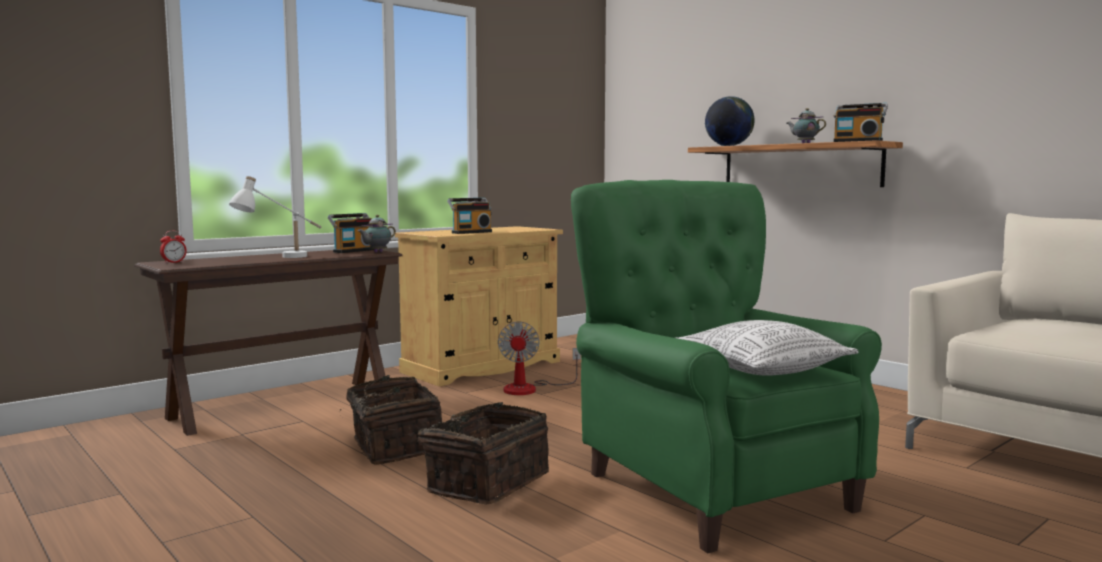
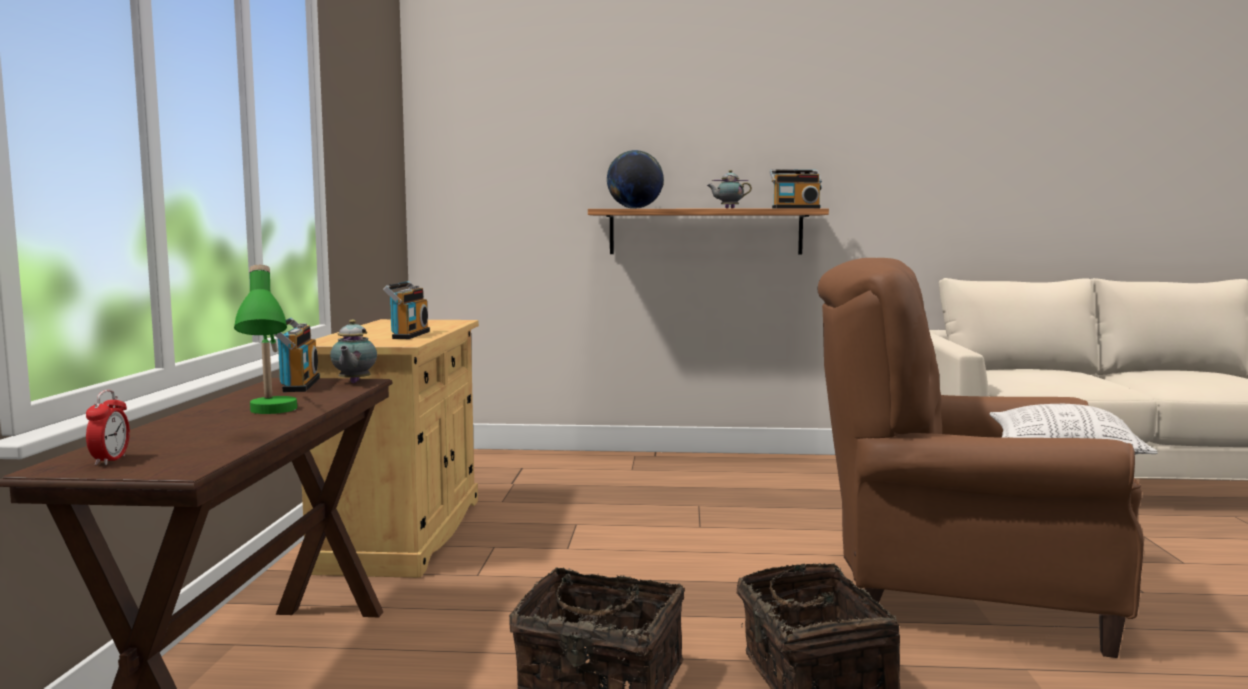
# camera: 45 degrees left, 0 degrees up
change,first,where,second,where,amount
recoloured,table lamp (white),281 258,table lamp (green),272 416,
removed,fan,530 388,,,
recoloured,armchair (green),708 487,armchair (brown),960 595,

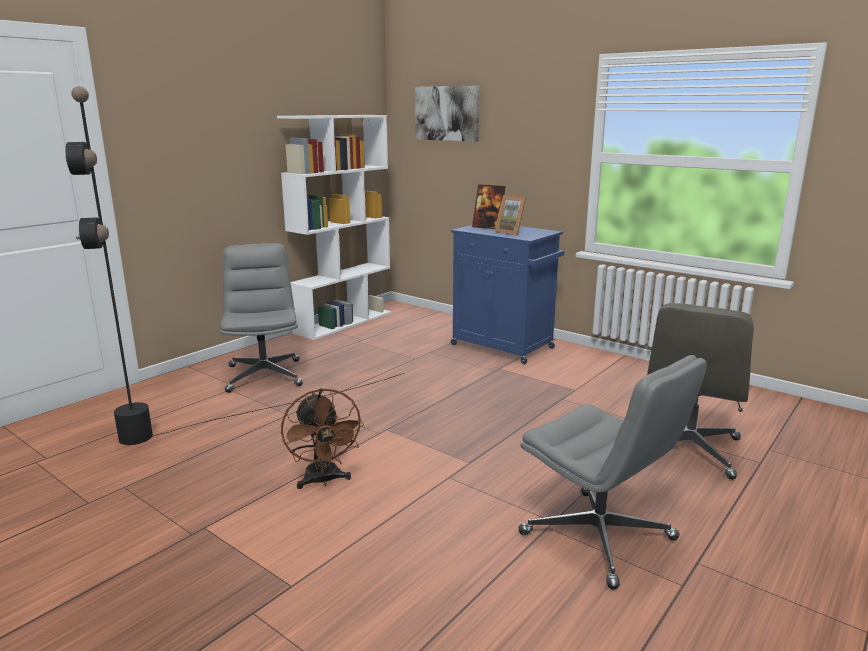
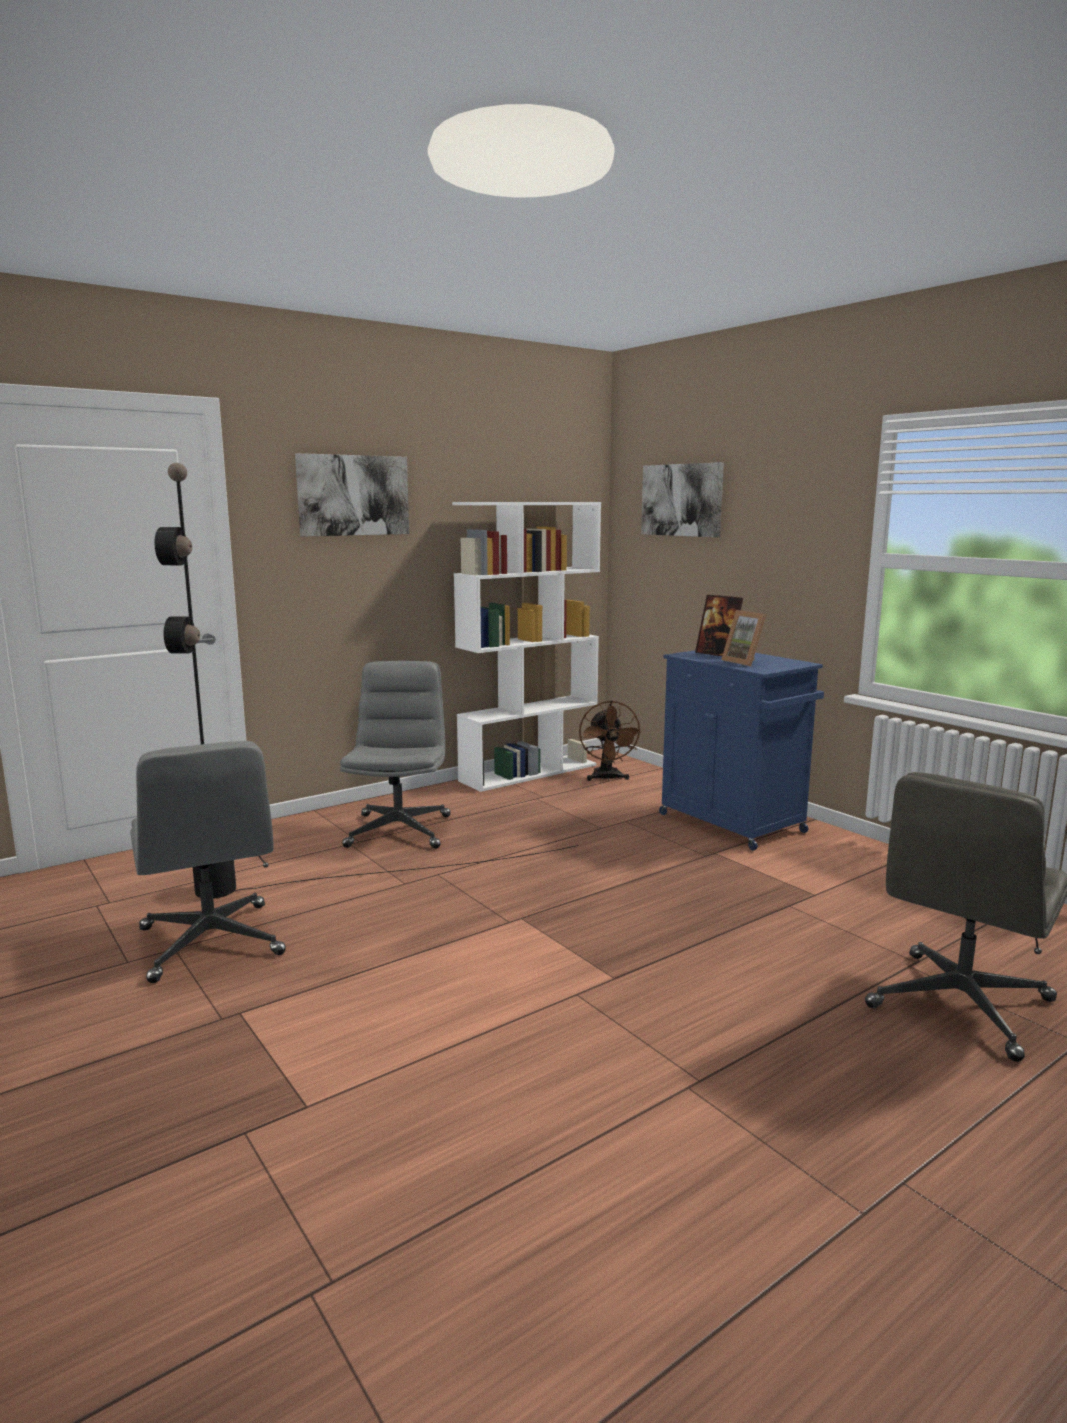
# camera: 15 degrees right, 5 degrees down
change,first,where,second,where,amount
moved,fan (brown),323 481,,607 778,
moved,office chair (grey),599 537,,211 942,
added,,,picture,353 495,

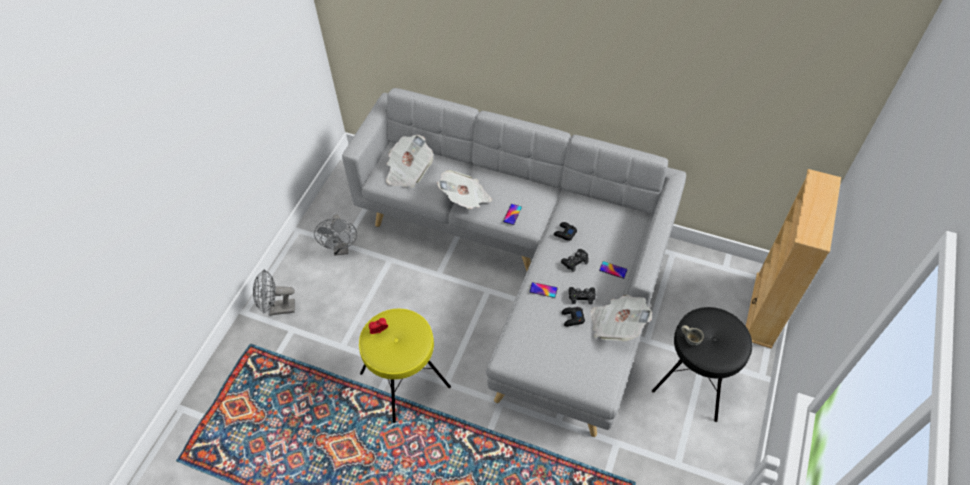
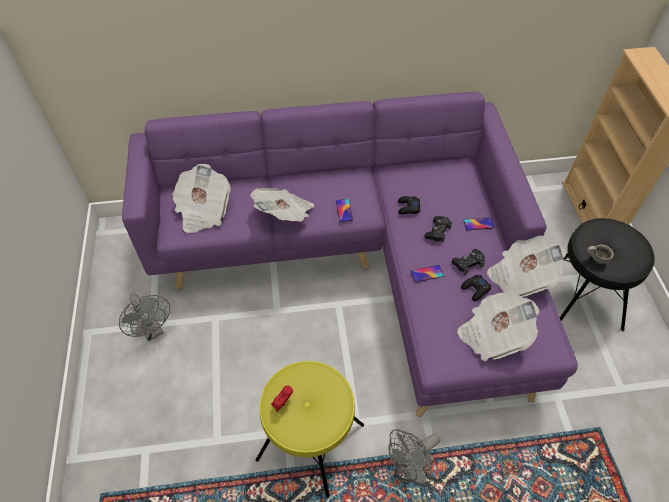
# camera: 30 degrees left, 0 degrees up
change,first,where,second,where,amount
moved,fan (grey),278 309,,410 466,
recoloured,sofa (grey),527 273,sofa (purple),366 269,
added,,,newspaper,493 334,

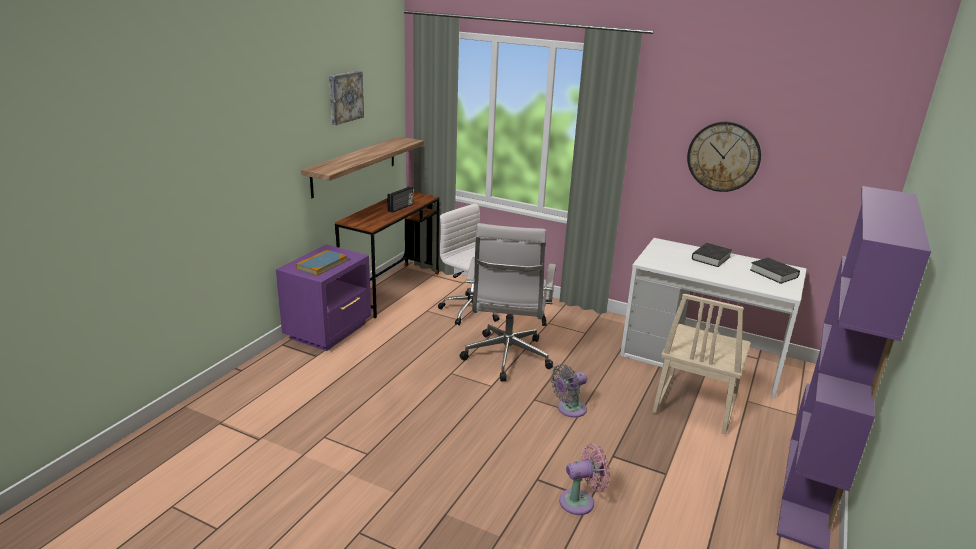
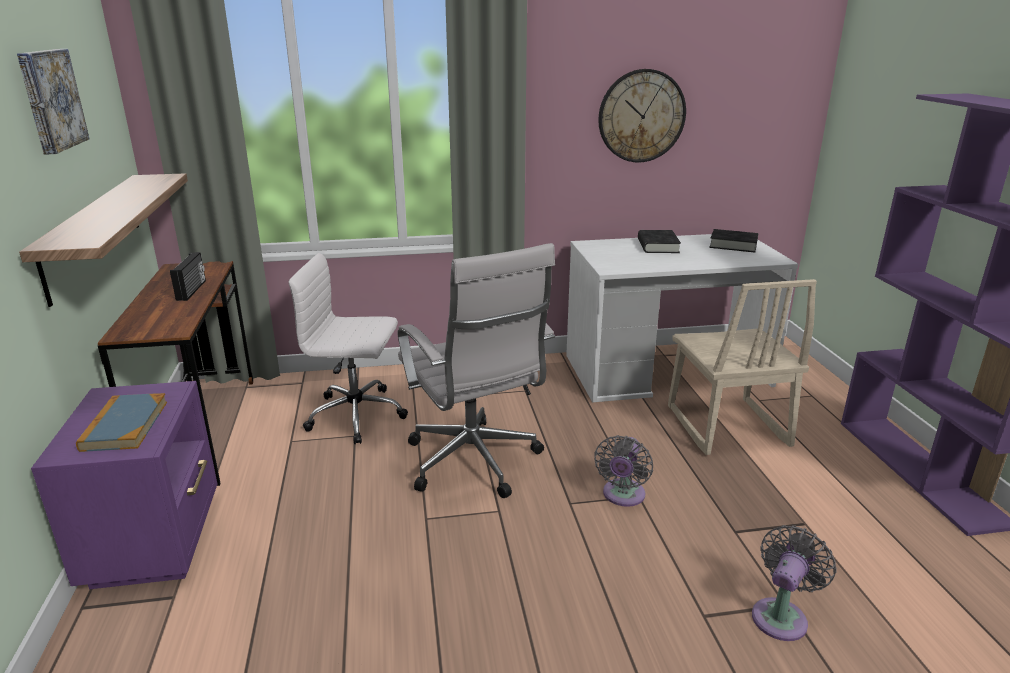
# camera: 35 degrees left, 0 degrees up
change,first,where,second,where,amount
recoloured,fan (pink),580 501,fan (grey),781 615,

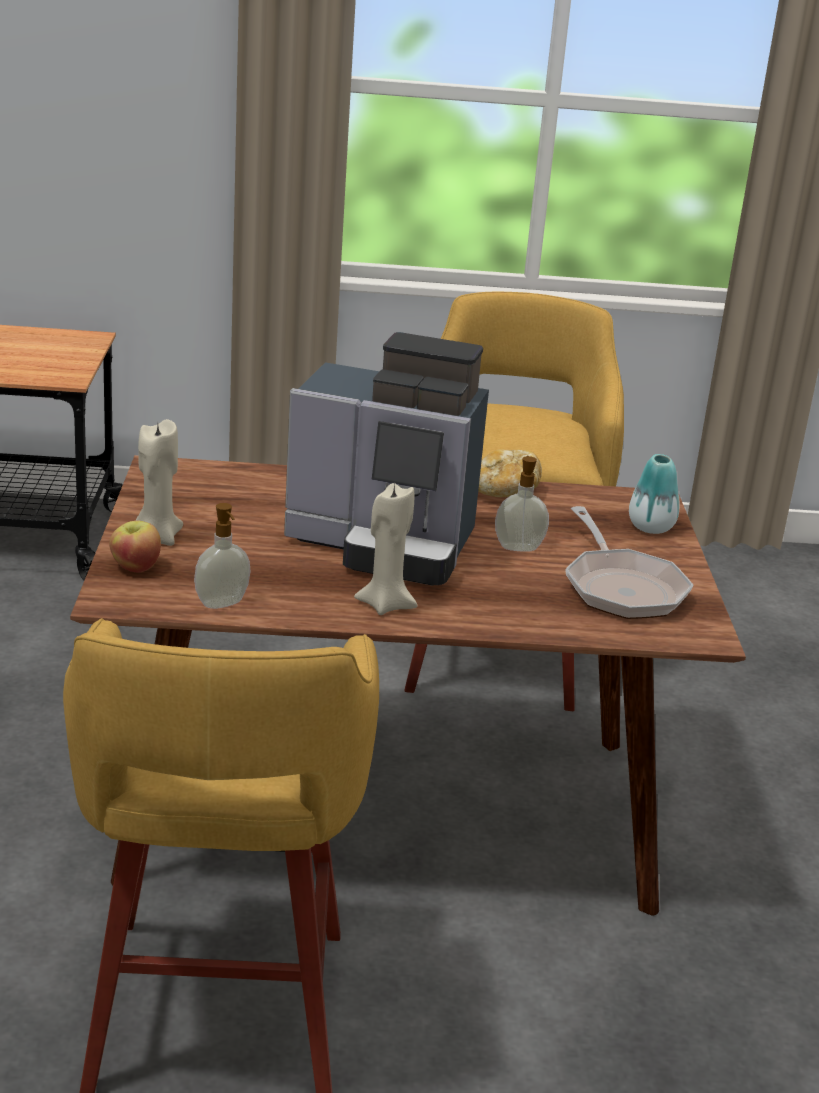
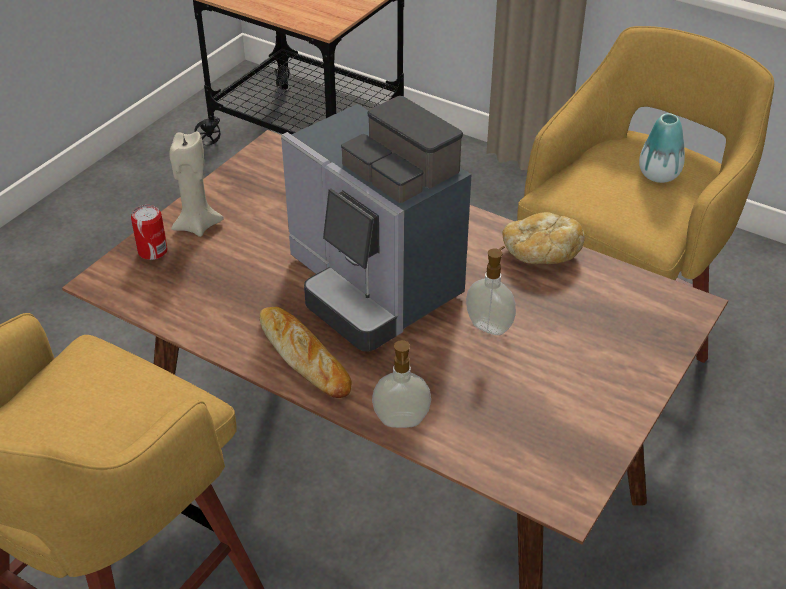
# camera: 35 degrees right, 15 degrees up
change,first,where,second,where,amount
replaced,apple,135 567,can,153 251,
moved,soap dispenser,222 604,,401 422,
replaced,candle (beige),385 605,bread,304 356,
removed,frying pan,621 587,,,
moved,vase,651 527,,658 175,

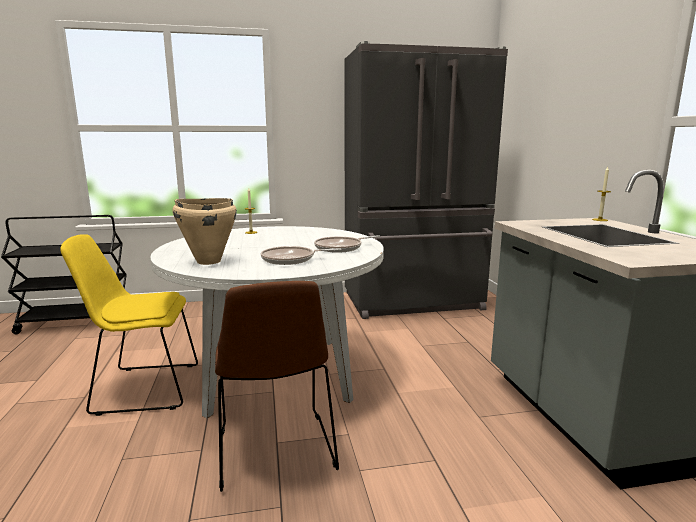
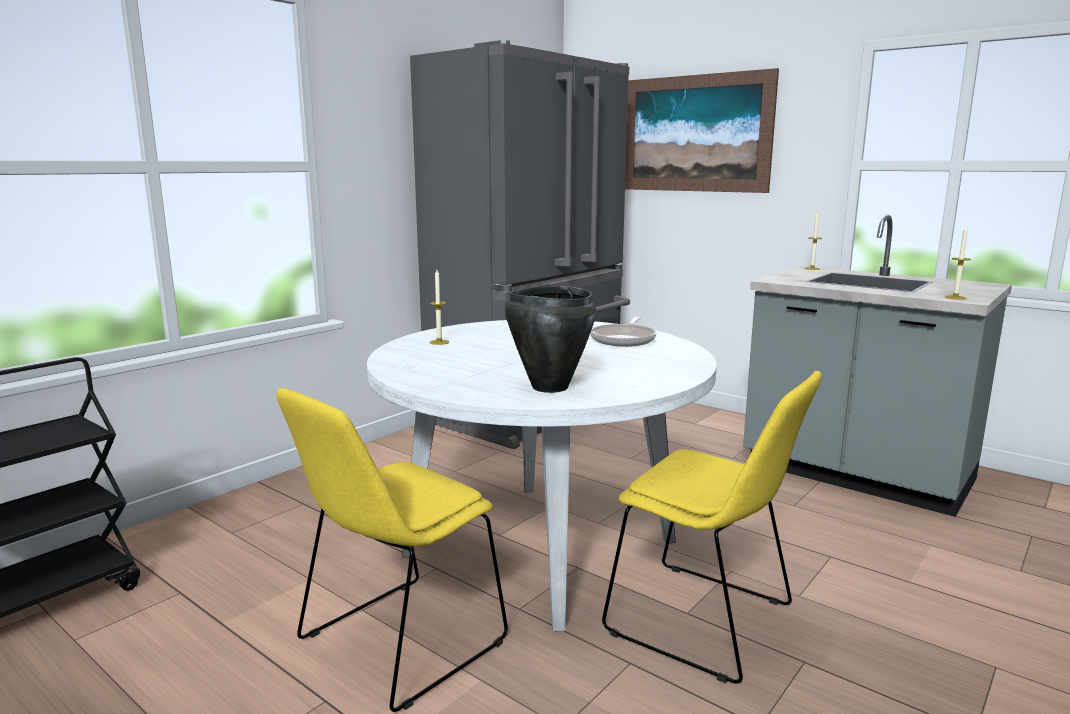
# camera: 40 degrees left, 0 degrees up
change,first,where,second,where,amount
recoloured,cooking pot (beige),208 261,cooking pot (black),549 387,
recoloured,chair (brown),275 452,chair (yellow),705 622,
removed,frying pan,291 259,,,
added,,,picture,694 134,
added,,,candle,955 297,

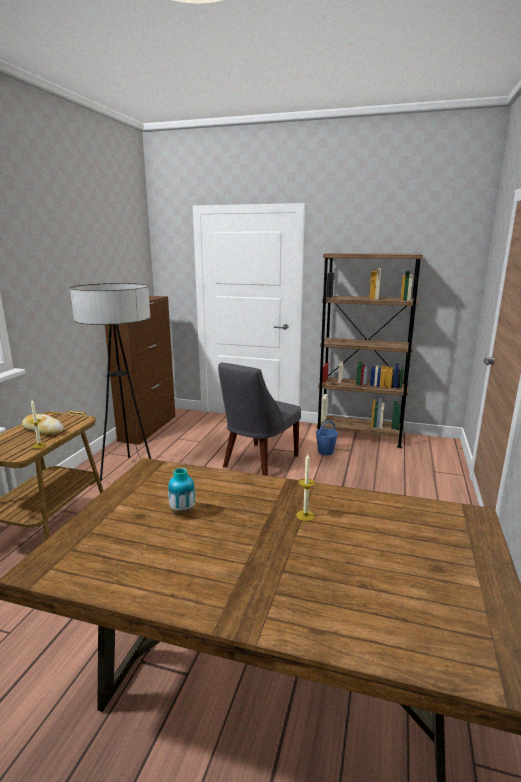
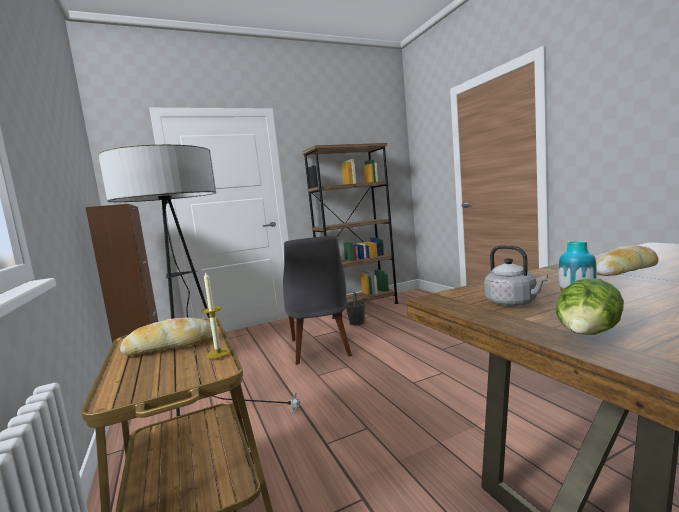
# camera: 40 degrees left, 10 degrees down
change,first,where,second,where,amount
replaced,candle,305 515,bread,625 269,
recoloured,bucket (blue),325 452,bucket (grey),357 323,
added,,,kettle (grey),513 303,
added,,,lettuce,588 335,

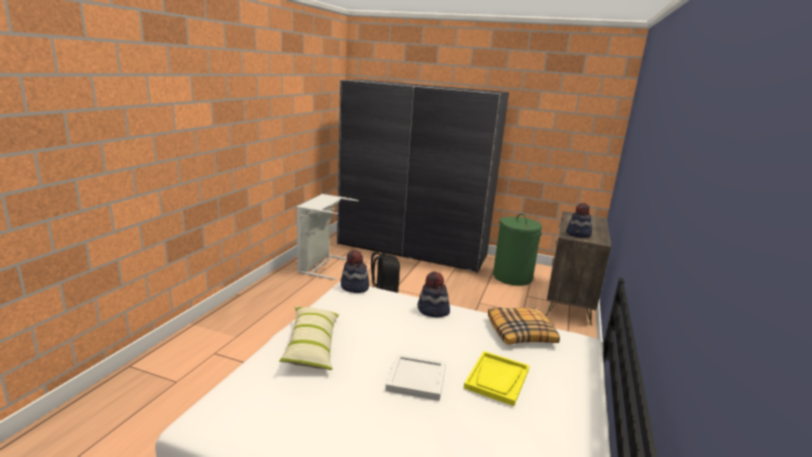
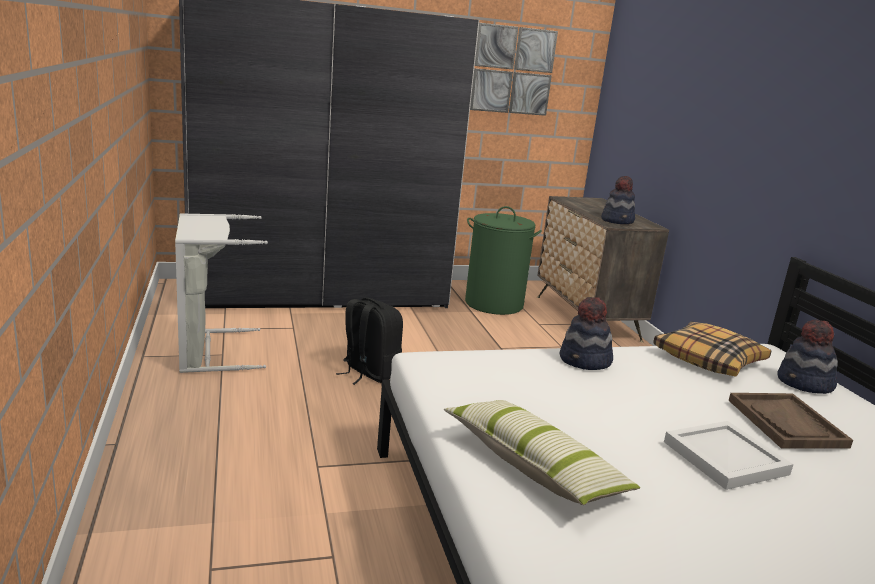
# camera: 35 degrees left, 0 degrees up
change,first,where,second,where,amount
moved,hat,354 287,,804 384,
recoloured,tray (yellow),497 379,tray (brown),786 423,
added,,,picture,512 70,

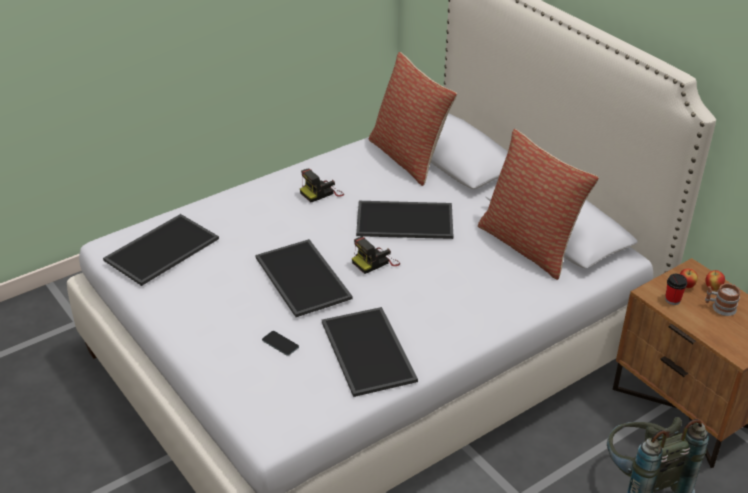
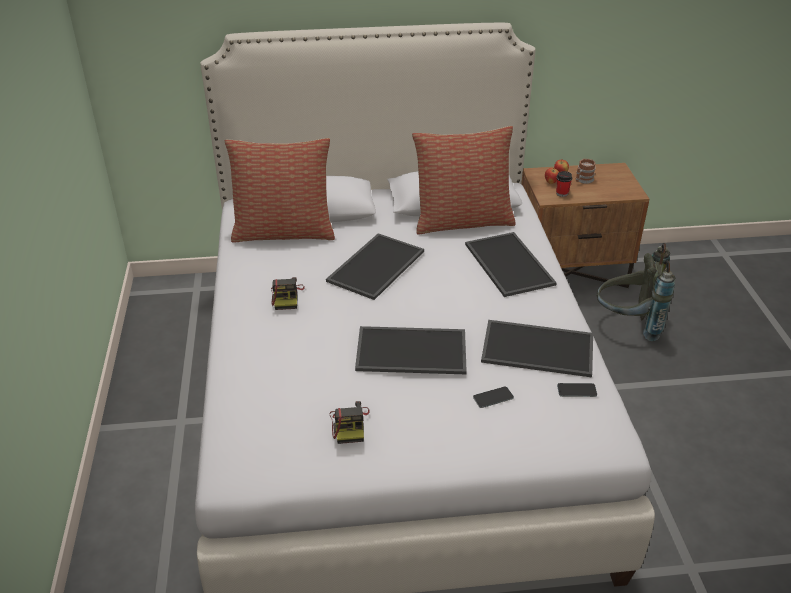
# camera: 60 degrees left, 0 degrees up
change,first,where,second,where,amount
moved,tray,161 248,,507 264,
moved,photo camera,375 262,,349 425,
added,,,phone,577 390,

